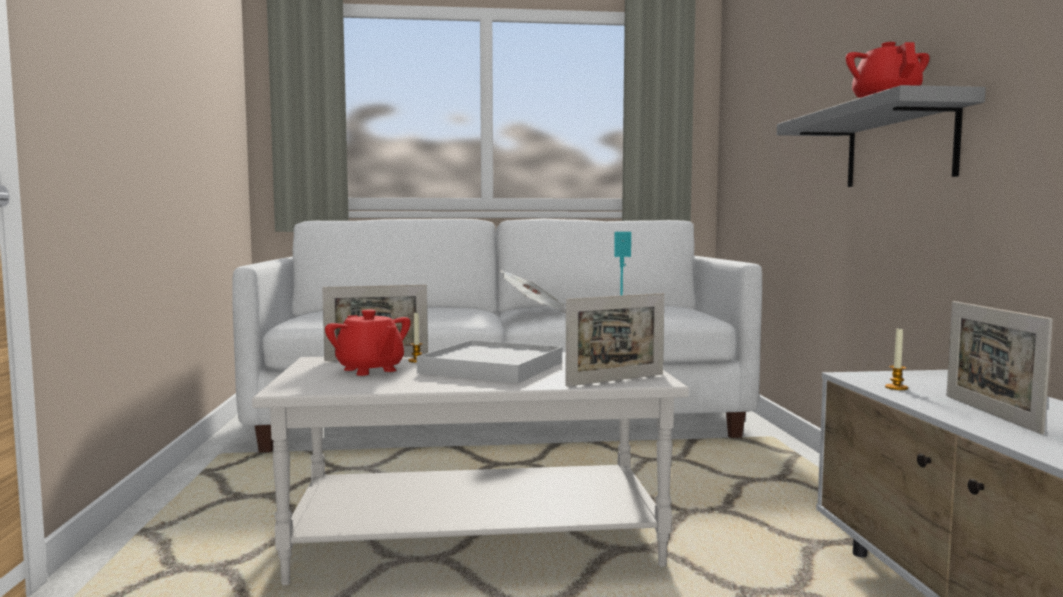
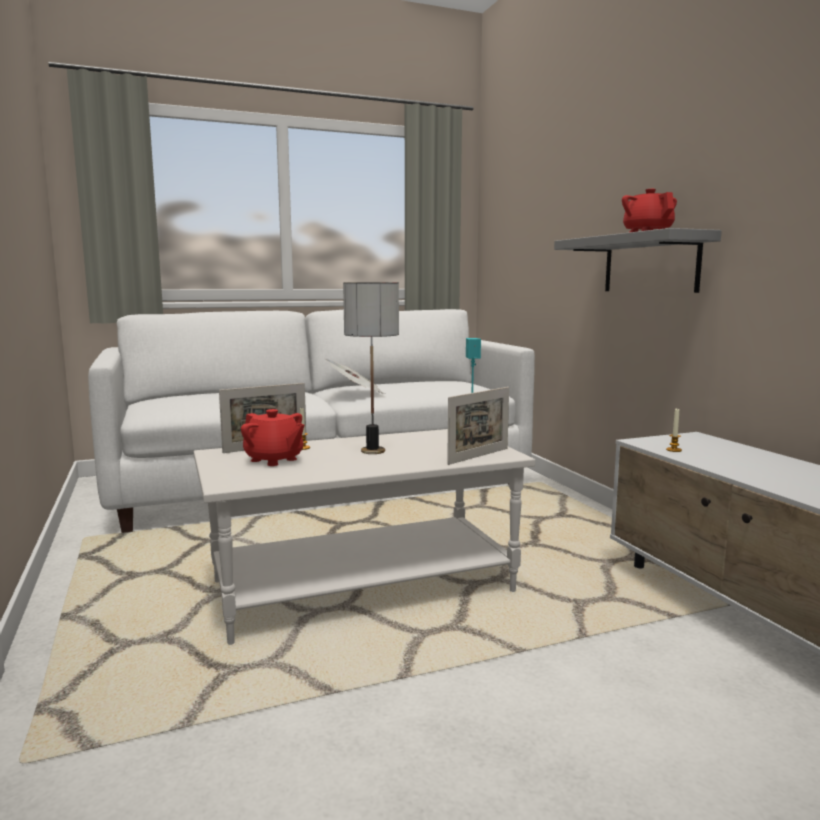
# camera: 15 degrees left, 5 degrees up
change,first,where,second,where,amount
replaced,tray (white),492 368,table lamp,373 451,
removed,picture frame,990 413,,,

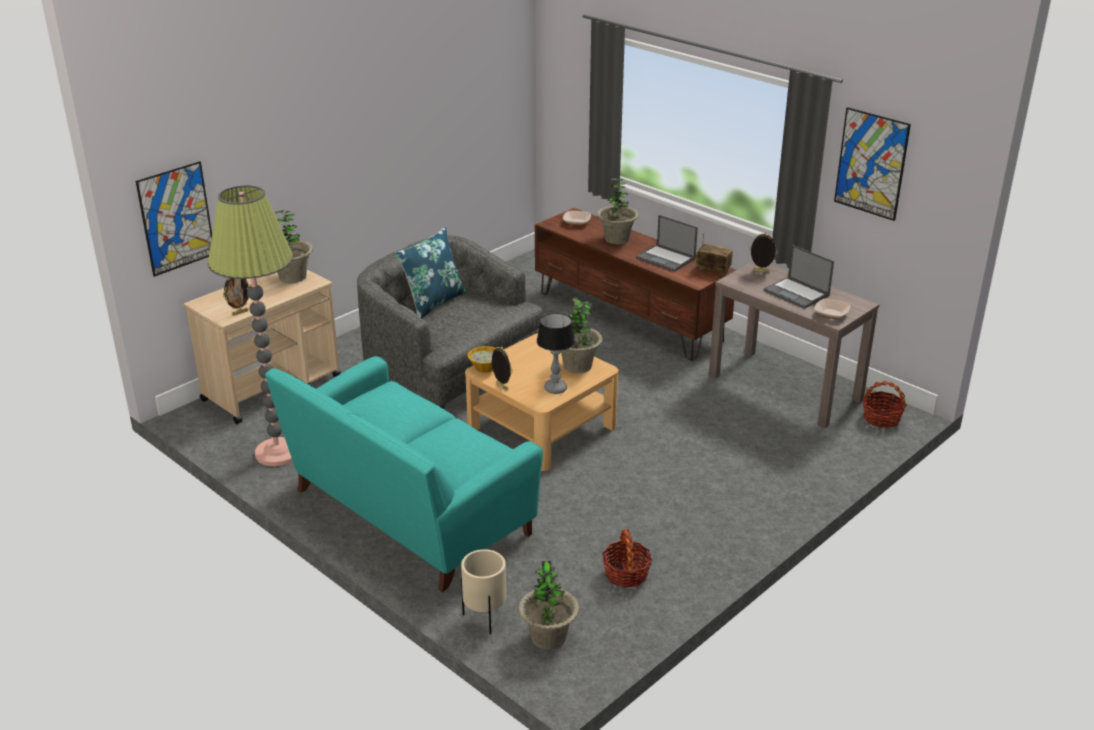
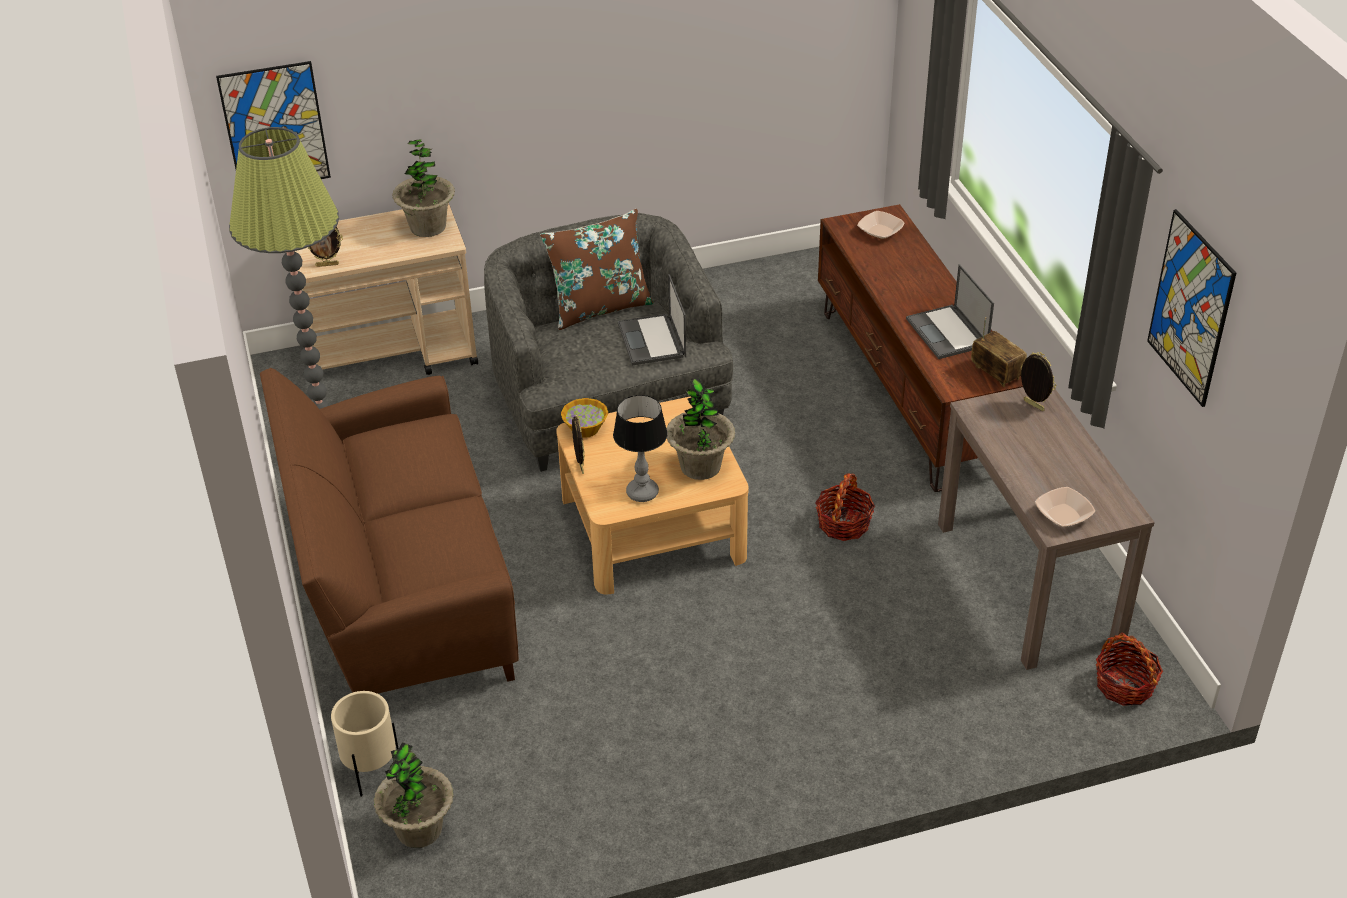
# camera: 30 degrees right, 10 degrees up
change,first,where,second,where,amount
recoloured,sofa (turquoise),408 513,sofa (brown),402 593,
recoloured,pillow (blue),433 302,pillow (brown),599 307,
removed,potted plant,617 239,,,
moved,basket,626 574,,843 524,
moved,laptop,797 293,,652 341,

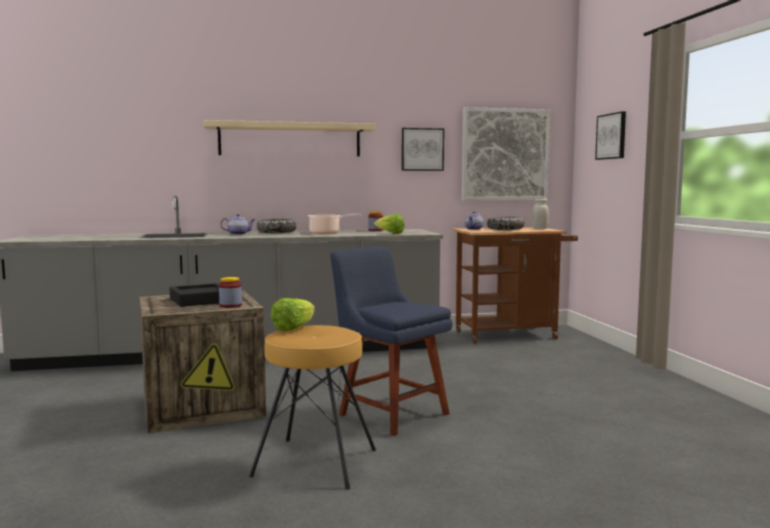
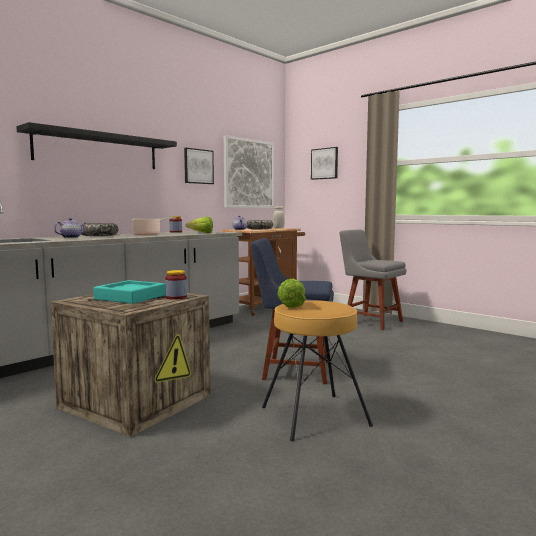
# camera: 35 degrees left, 0 degrees up
change,first,where,second,where,amount
recoloured,tray (black),200 300,tray (turquoise),130 297,
recoloured,shelf (beige),290 140,shelf (black),98 150,
added,,,chair (grey),370 321,

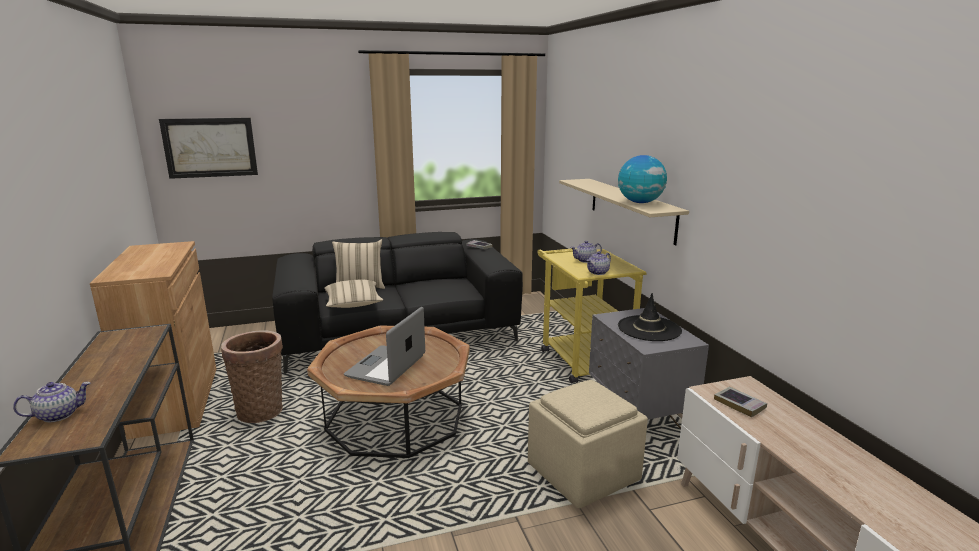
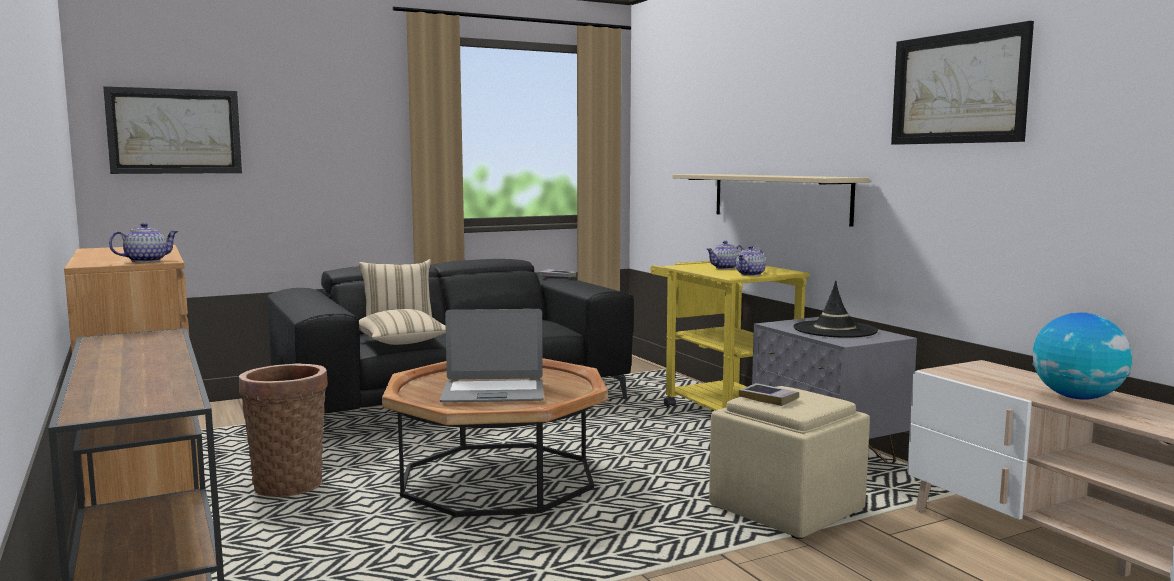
# camera: 10 degrees left, 10 degrees down
change,first,where,second,where,amount
moved,teapot,59 415,,146 261,
turned,laptop,386 366,,493 393,105 degrees counterclockwise
moved,globe,640 202,,1077 397,
moved,book,739 404,,768 398,
added,,,picture,958 88,

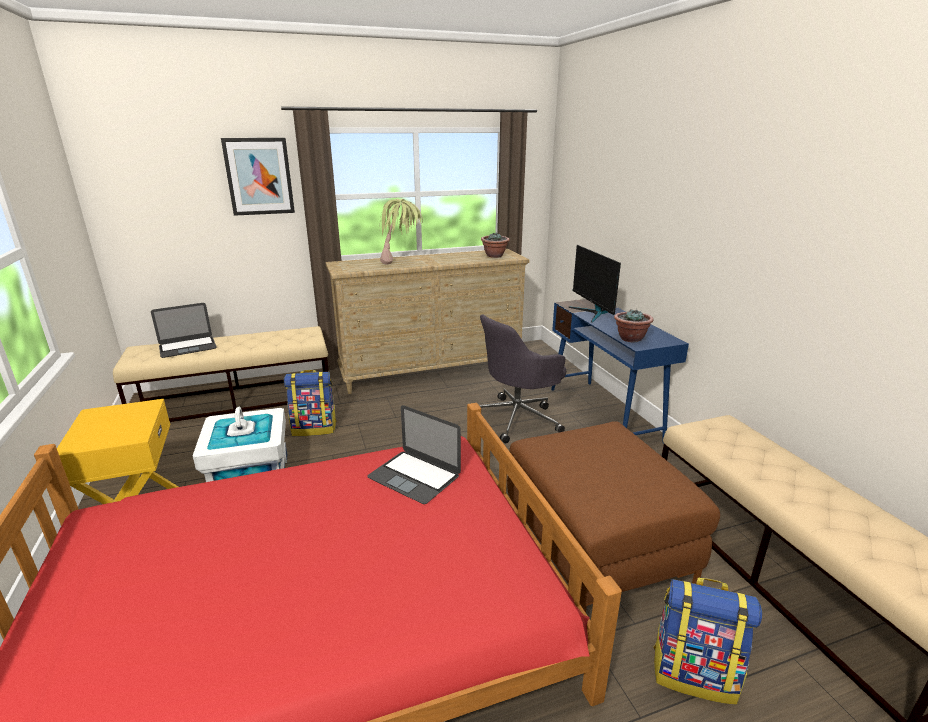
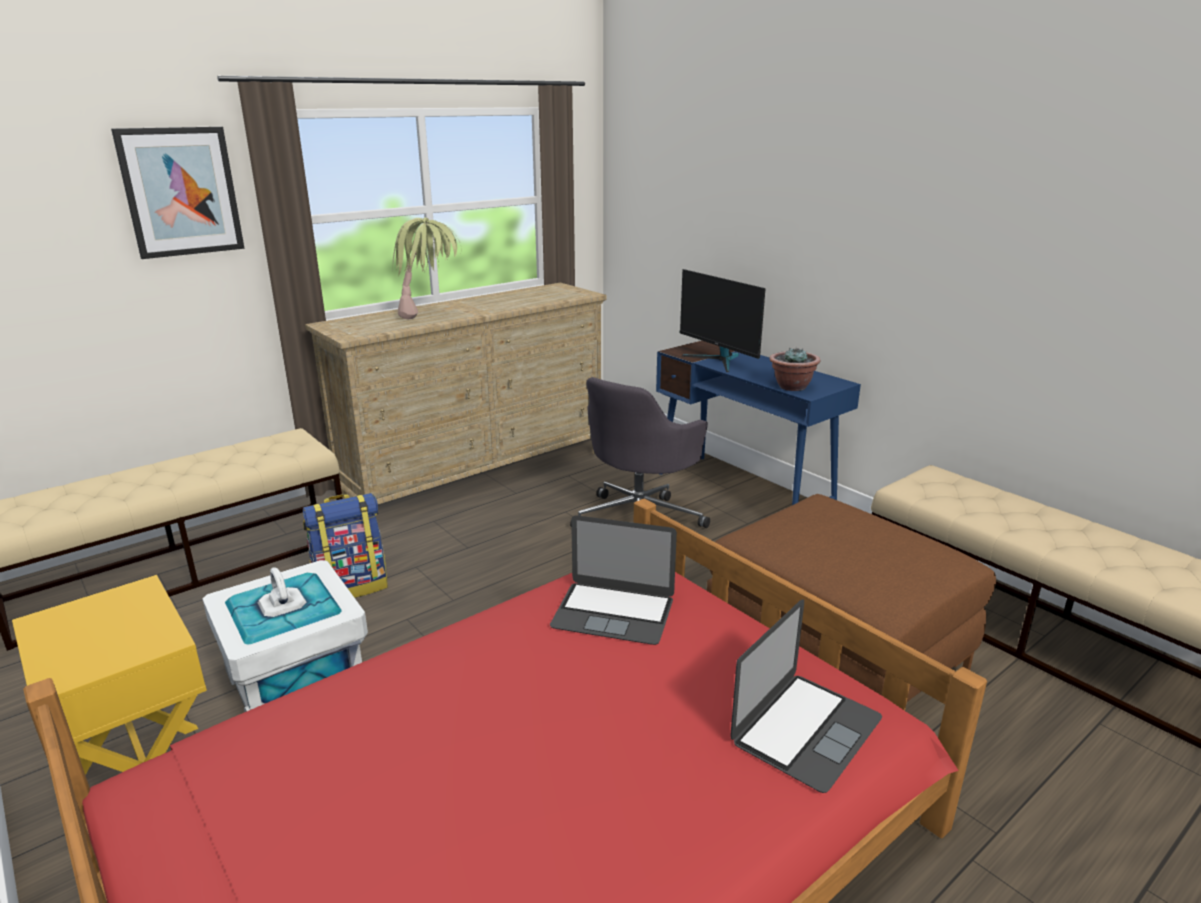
# camera: 20 degrees left, 0 degrees up
change,first,where,second,where,amount
moved,laptop,187 347,,806 729,
removed,potted plant,494 256,,,
removed,backpack,694 673,,,

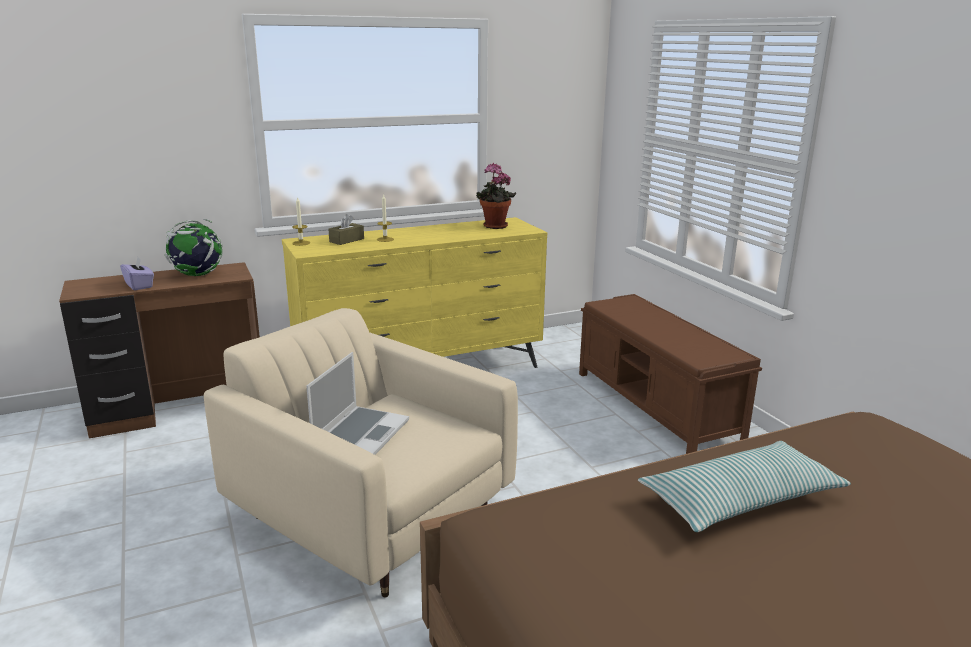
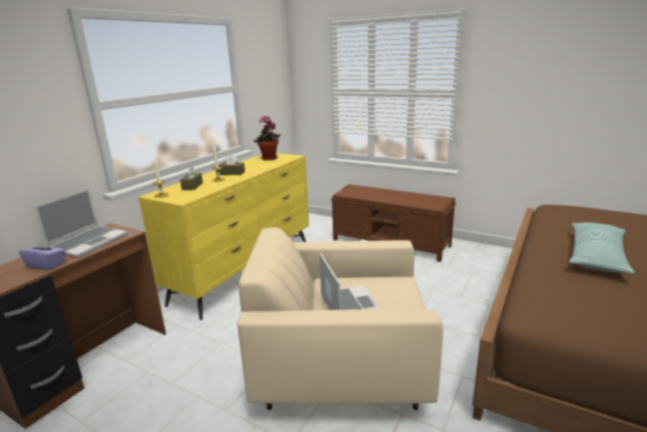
# camera: 35 degrees left, 0 degrees up
change,first,where,second,where,amount
replaced,globe,197 275,laptop,88 242,
added,,,tissue box (brown),232 173,

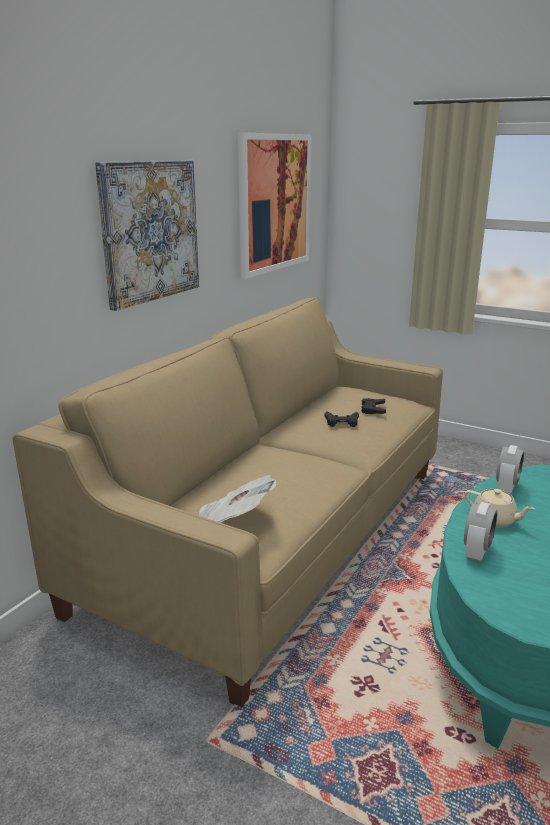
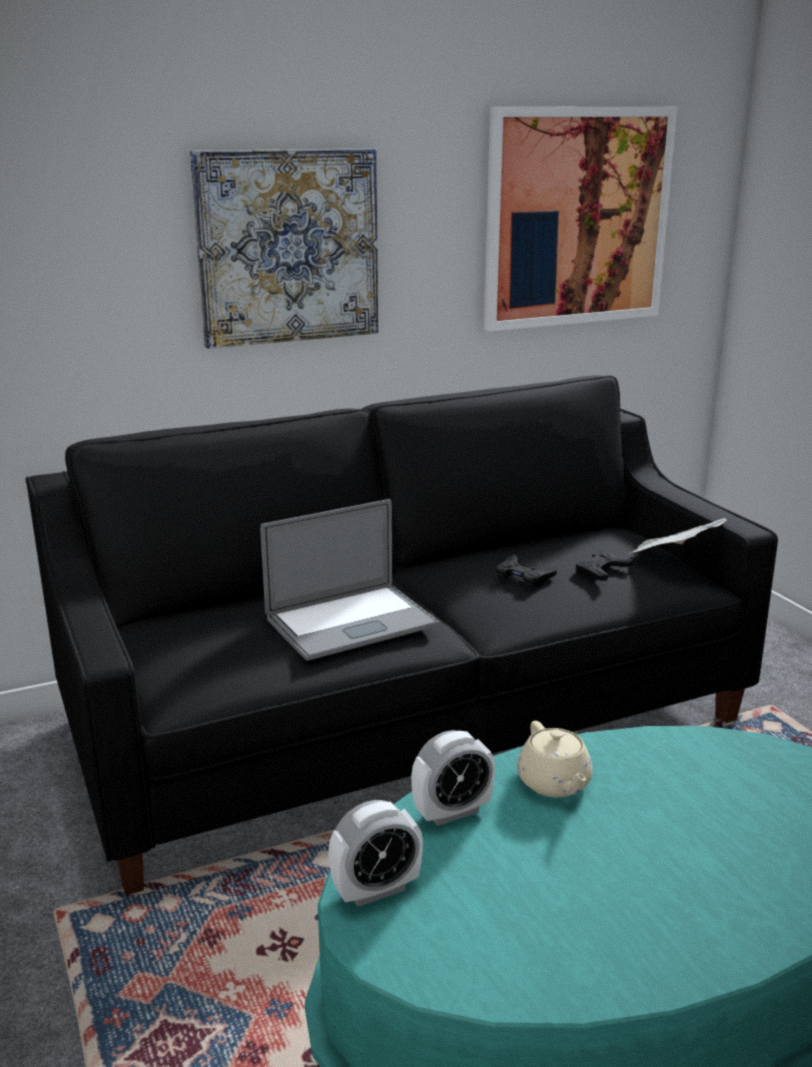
# camera: 35 degrees right, 0 degrees up
change,first,where,second,where,amount
recoloured,sofa (beige),273 535,sofa (black),405 720,
moved,newspaper,234 520,,673 559,
moved,alarm clock,506 488,,376 890,
added,,,laptop,351 622,

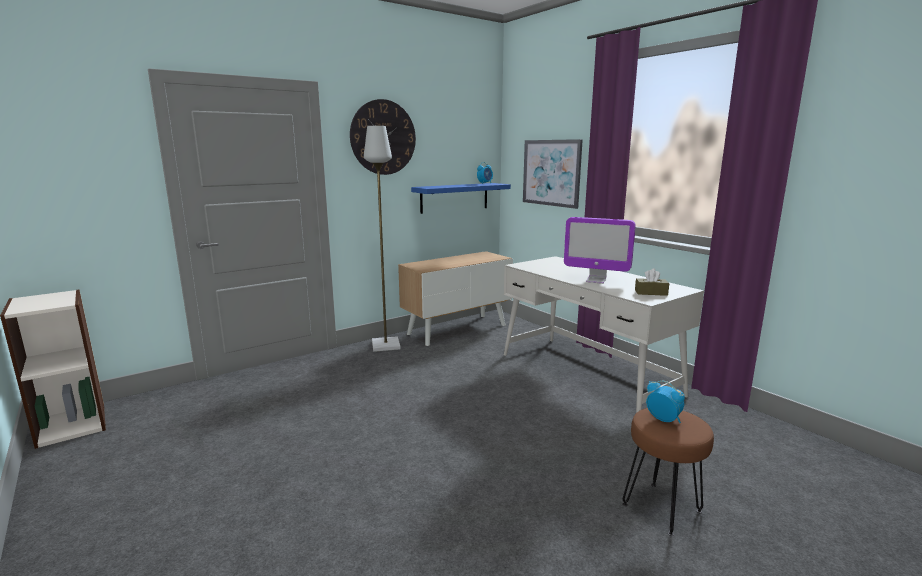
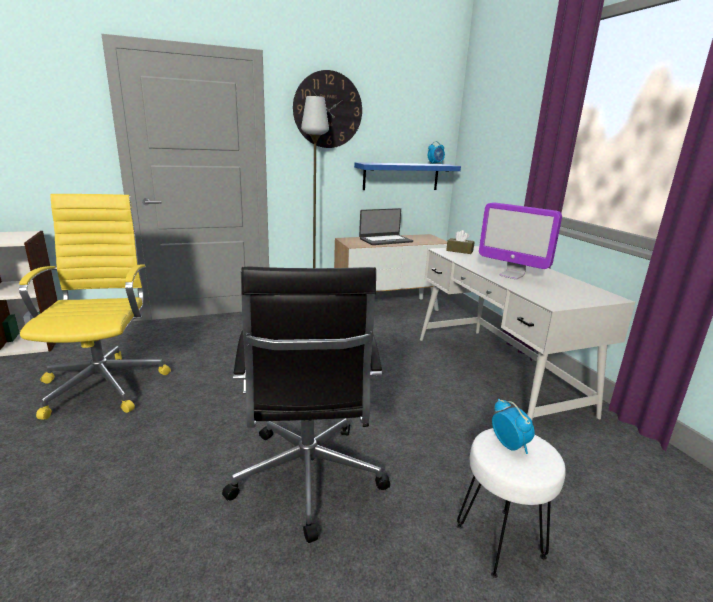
# camera: 15 degrees right, 5 degrees up
change,first,where,second,where,amount
removed,picture,551 173,,,
recoloured,stool (brown),660 507,stool (white),498 540,
moved,tissue box (brown),651 293,,459 251,
added,,,office chair (yellow),105 384,
added,,,office chair (black),307 479,
added,,,laptop,385 240,

